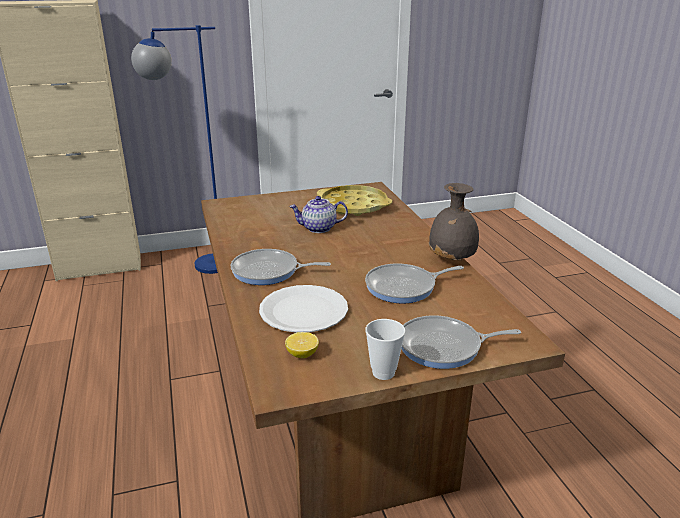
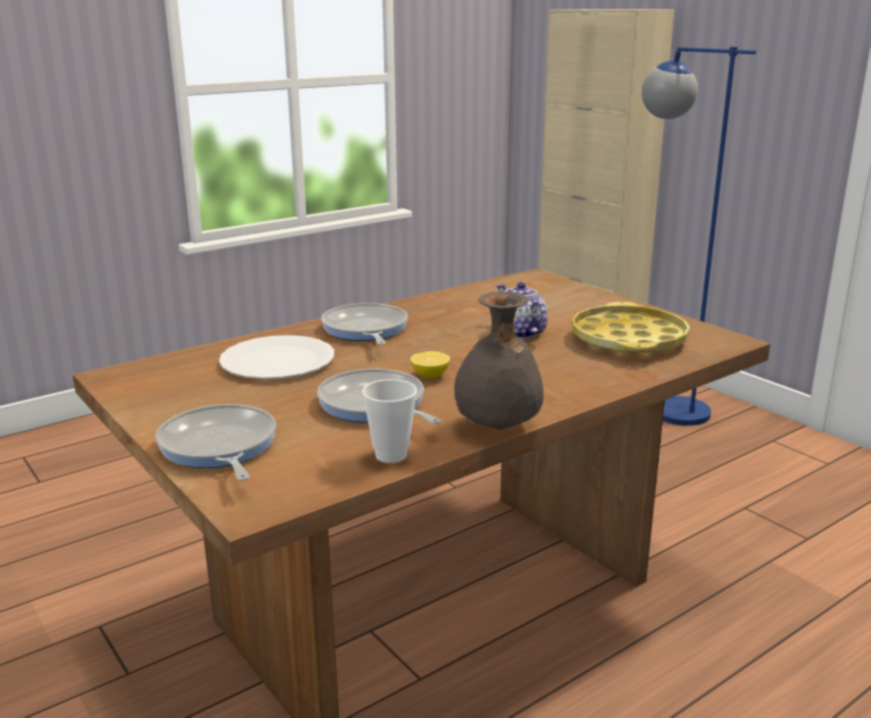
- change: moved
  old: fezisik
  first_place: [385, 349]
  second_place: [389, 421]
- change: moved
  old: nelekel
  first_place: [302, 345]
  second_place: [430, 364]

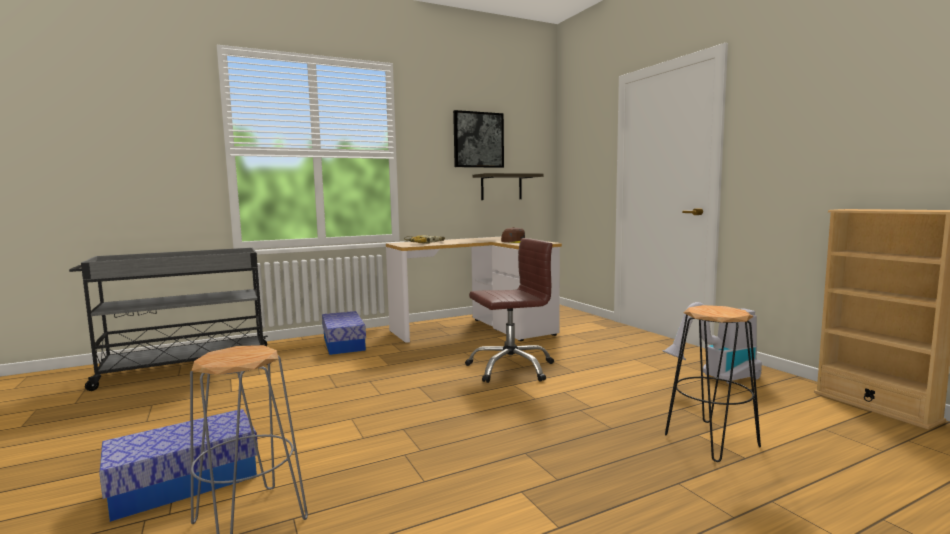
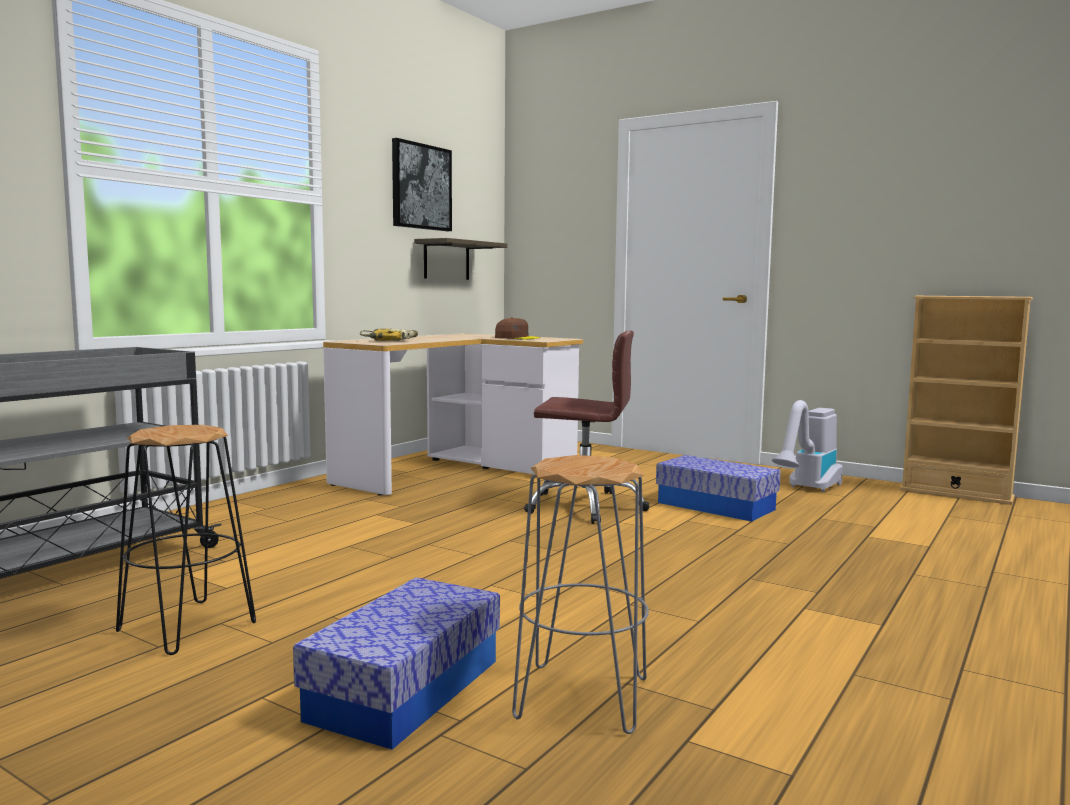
- change: moved
  old: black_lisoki
  first_place: [713, 383]
  second_place: [186, 540]
- change: turned
  old: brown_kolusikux
  first_place: [509, 310]
  second_place: [587, 427]
  degrees: 60
- change: moved
  old: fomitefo
  first_place: [344, 333]
  second_place: [718, 488]

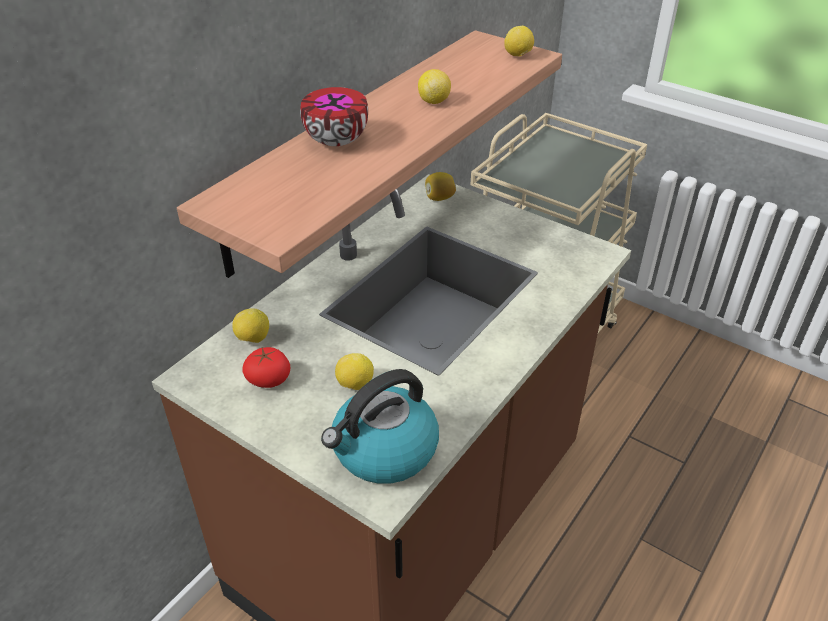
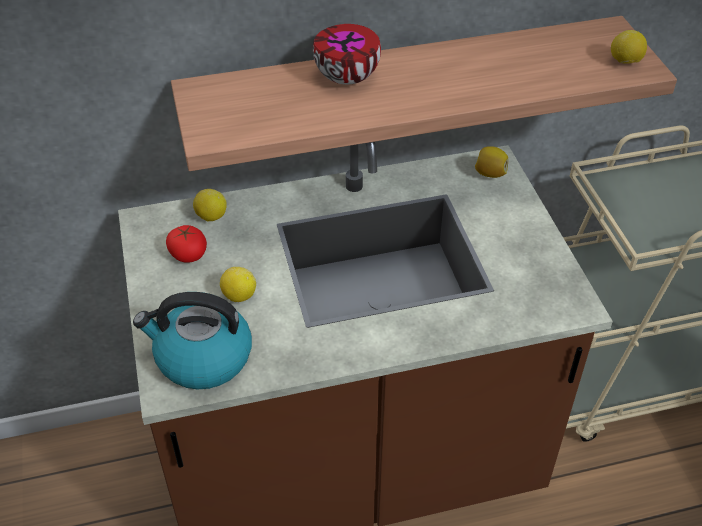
- change: removed
  old: nelekel
  first_place: [434, 86]

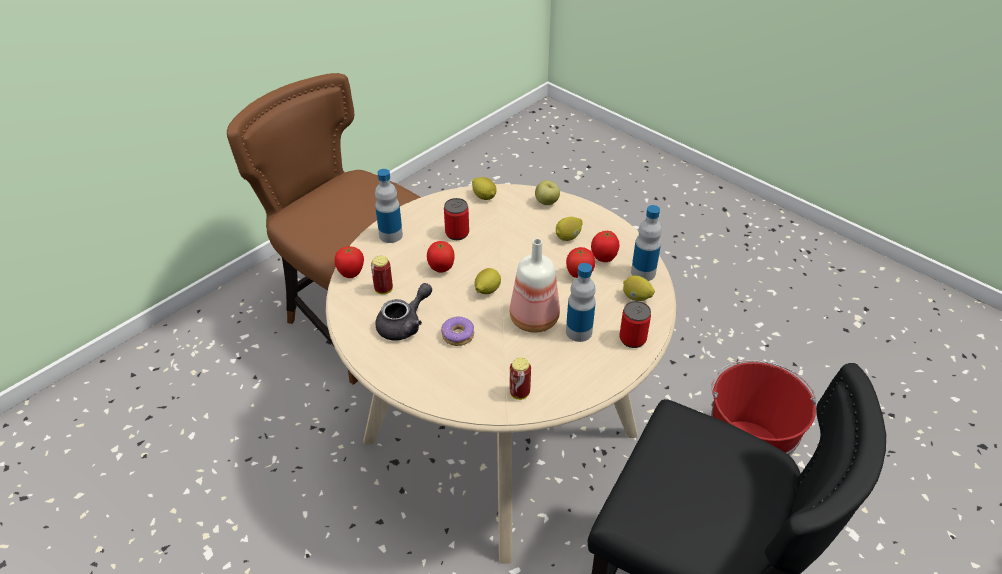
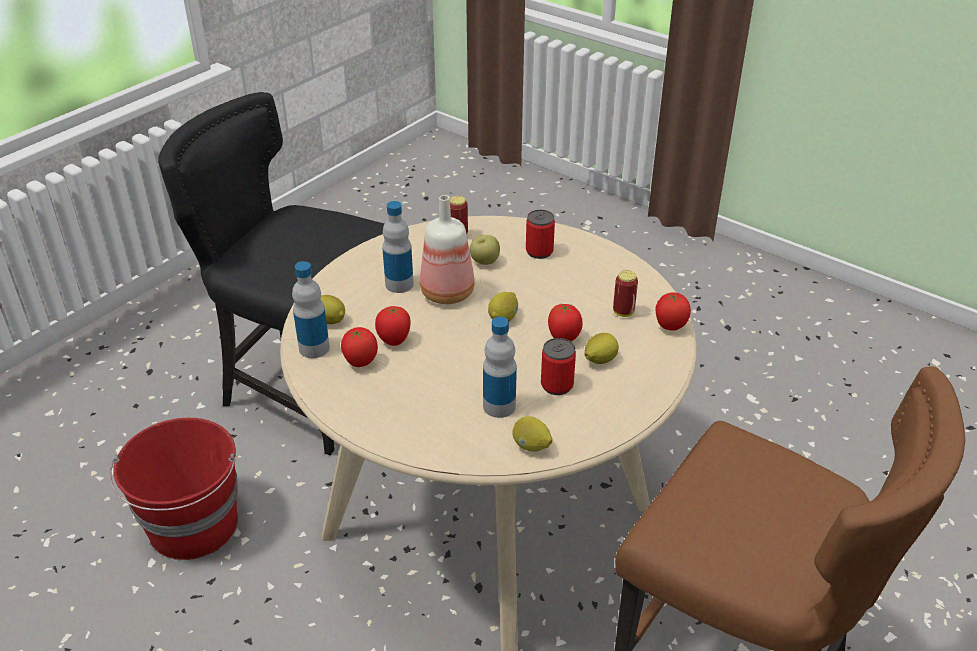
- change: moved
  old: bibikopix
  first_place: [547, 192]
  second_place: [484, 250]
- change: moved
  old: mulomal
  first_place: [389, 206]
  second_place: [500, 367]
- change: moved
  old: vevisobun
  first_place: [635, 324]
  second_place: [540, 234]
- change: moved
  old: nelekel
  first_place: [569, 229]
  second_place: [601, 348]
- change: removed
  old: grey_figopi
  first_place: [403, 312]
- change: removed
  old: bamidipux
  first_place: [457, 331]

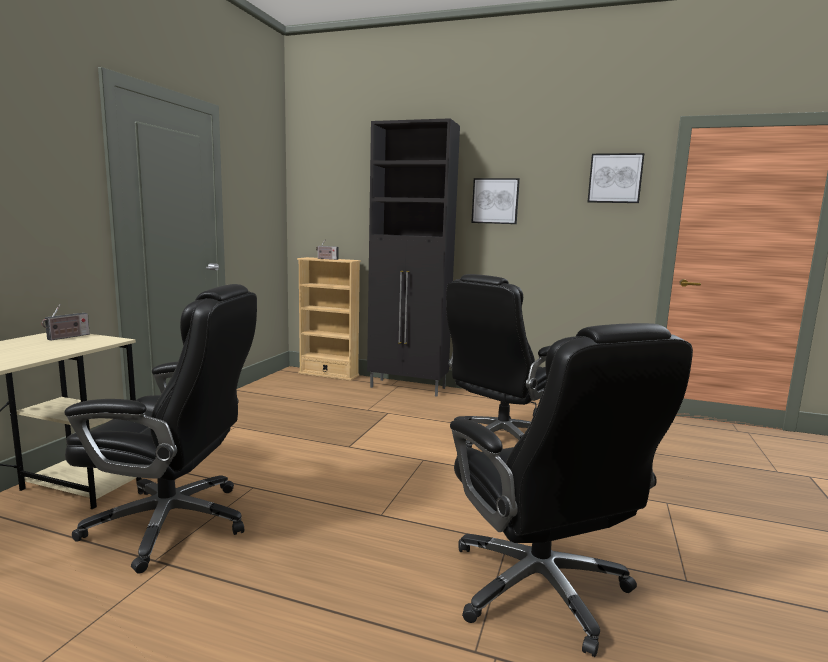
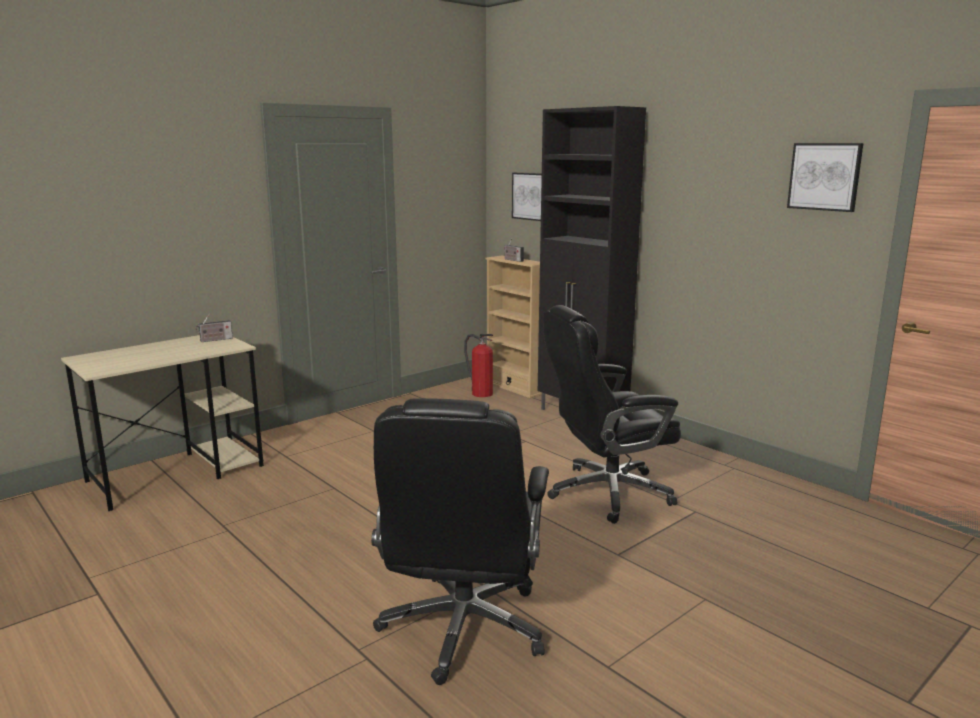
- change: added
  new: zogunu
  second_place: [478, 365]
- change: moved
  old: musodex
  first_place: [495, 201]
  second_place: [527, 197]
- change: removed
  old: black_kolusikux
  first_place: [160, 429]

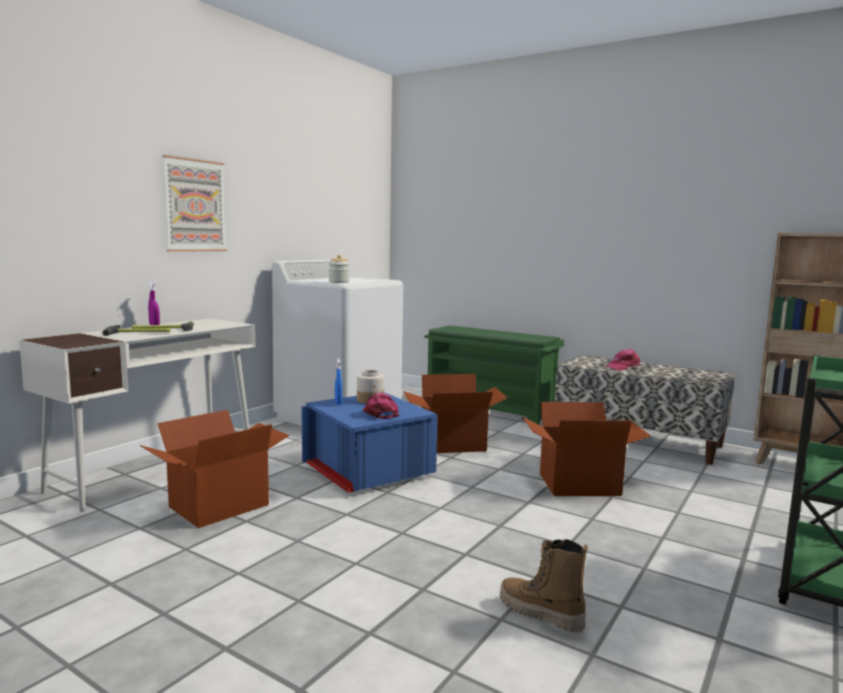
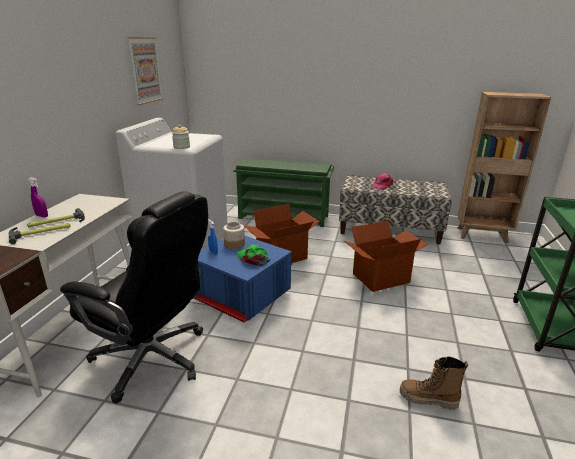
- change: replaced
  old: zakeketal
  new: black_kolusikux
  first_place: [214, 469]
  second_place: [134, 297]
- change: moved
  old: musodex
  first_place: [194, 203]
  second_place: [145, 71]
- change: recoloured
  old: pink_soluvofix
  new: green_soluvofix
  first_place: [380, 406]
  second_place: [253, 255]

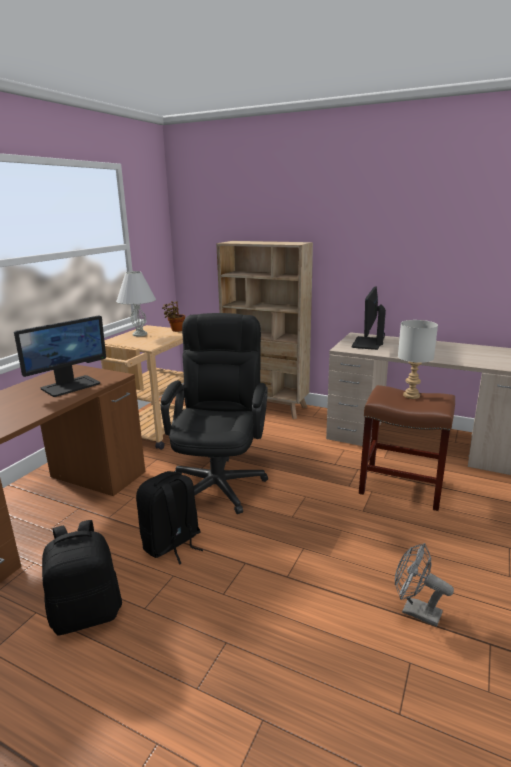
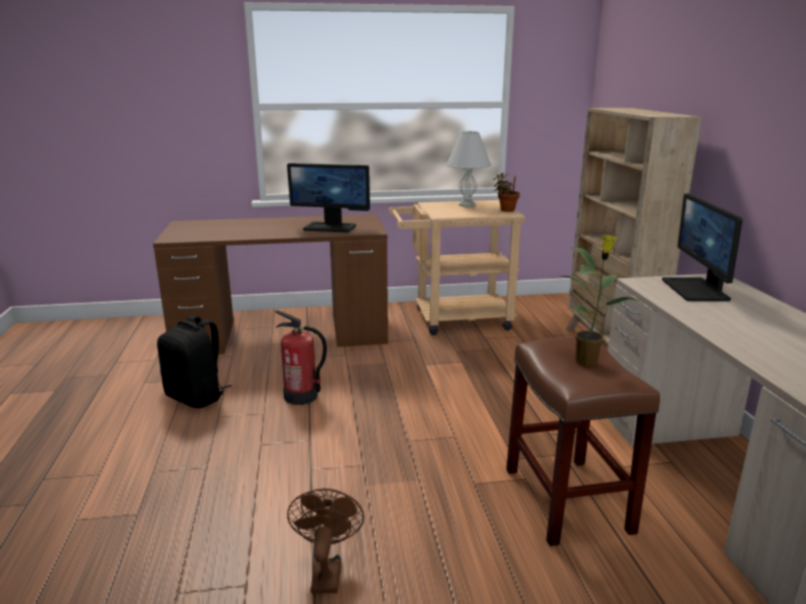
- change: replaced
  old: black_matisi
  new: zogunu
  first_place: [169, 518]
  second_place: [301, 357]
- change: recoloured
  old: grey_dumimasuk
  new: brown_dumimasuk
  first_place: [424, 585]
  second_place: [325, 541]
- change: replaced
  old: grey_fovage
  new: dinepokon
  first_place: [418, 359]
  second_place: [600, 300]
- change: turned
  old: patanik
  first_place: [369, 318]
  second_place: [702, 247]
  degrees: -75
- change: removed
  old: black_kolusikux
  first_place: [214, 413]

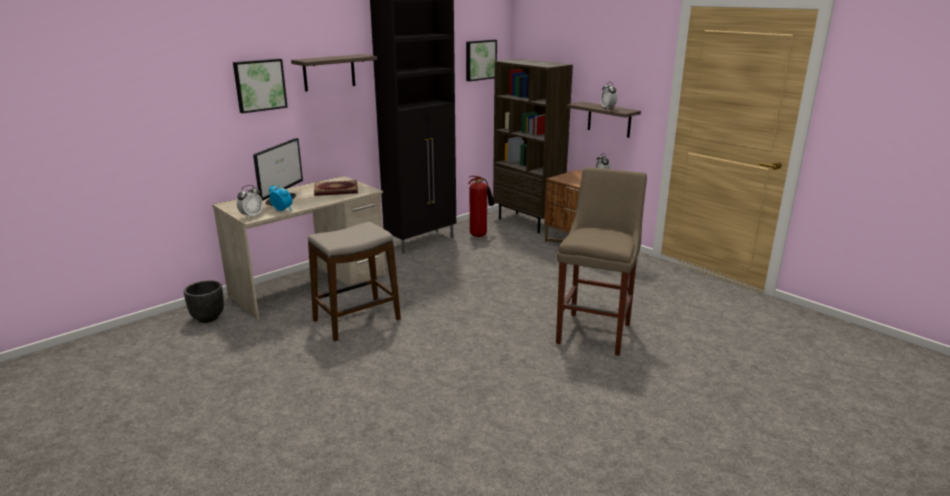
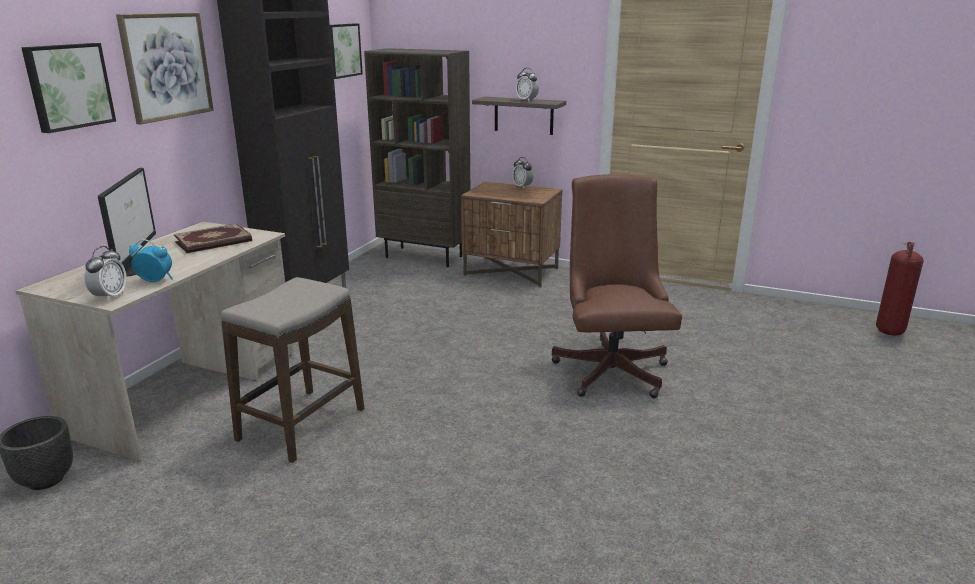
- change: replaced
  old: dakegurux
  new: musodex
  first_place: [334, 73]
  second_place: [165, 68]
- change: replaced
  old: beige_lisoki
  new: brown_kolusikux
  first_place: [601, 261]
  second_place: [617, 286]
- change: moved
  old: zogunu
  first_place: [481, 206]
  second_place: [899, 289]

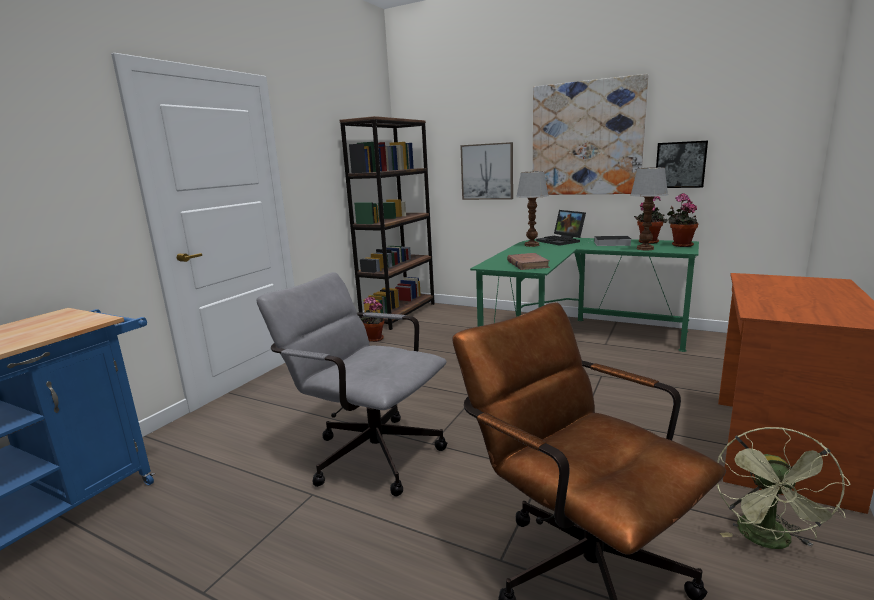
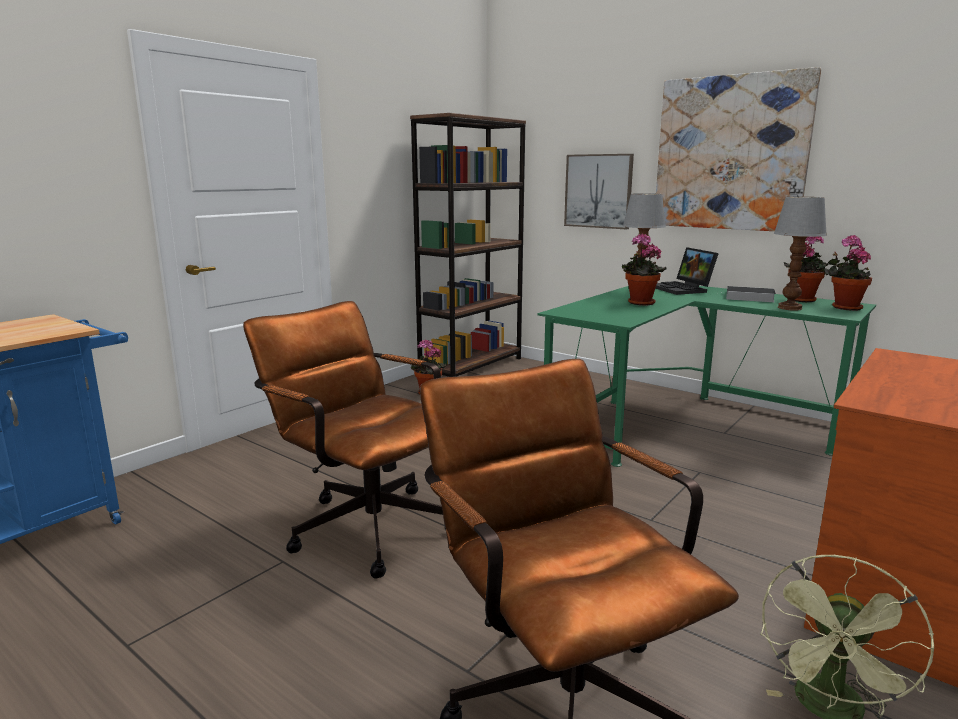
- change: recoloured
  old: grey_kolusikux
  new: brown_kolusikux
  first_place: [351, 384]
  second_place: [344, 440]
- change: added
  new: dinepokon
  second_place: [643, 269]
- change: removed
  old: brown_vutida
  first_place: [528, 261]
- change: removed
  old: musodex
  first_place: [682, 164]

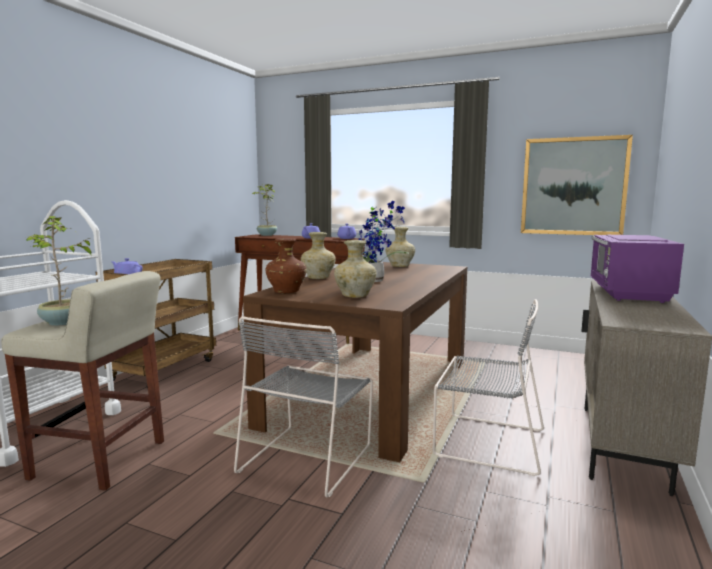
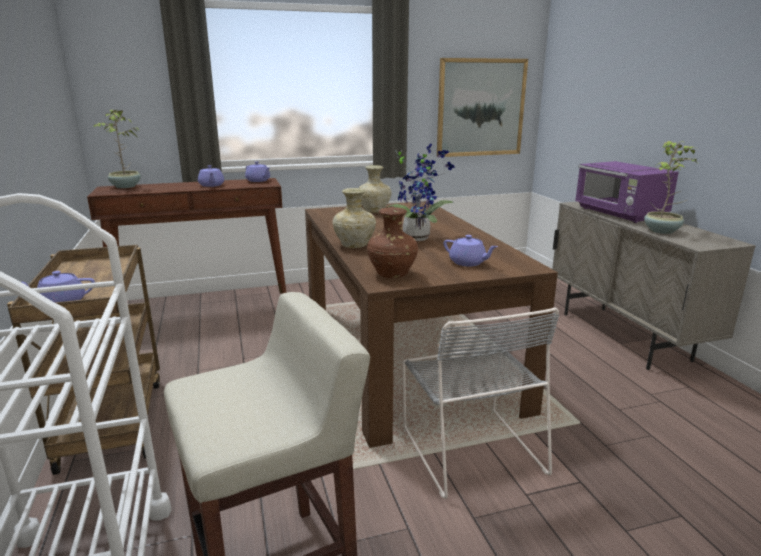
- change: replaced
  old: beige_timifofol
  new: purple_figopi
  first_place: [355, 269]
  second_place: [471, 250]
- change: moved
  old: dinepokon
  first_place: [60, 271]
  second_place: [671, 187]
- change: removed
  old: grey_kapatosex
  first_place: [488, 387]

